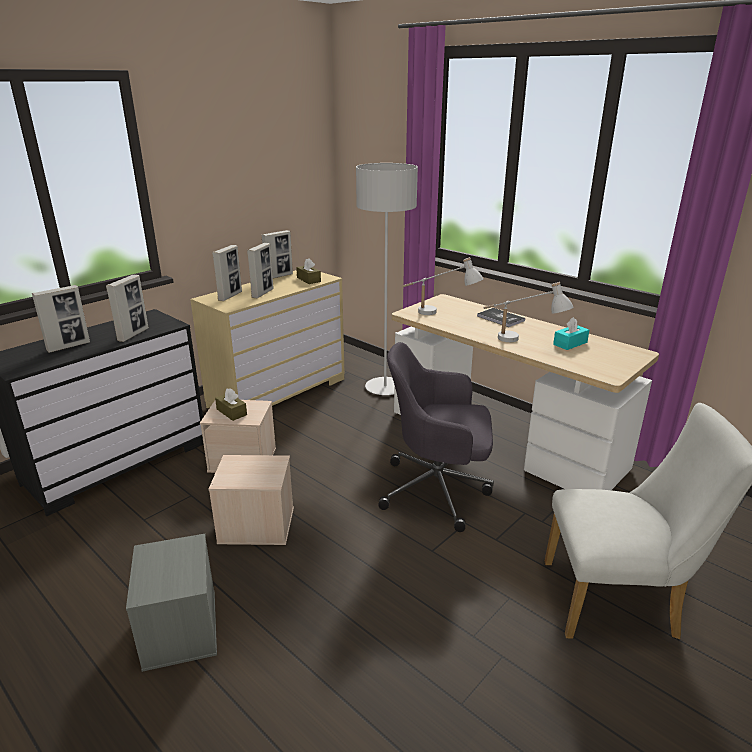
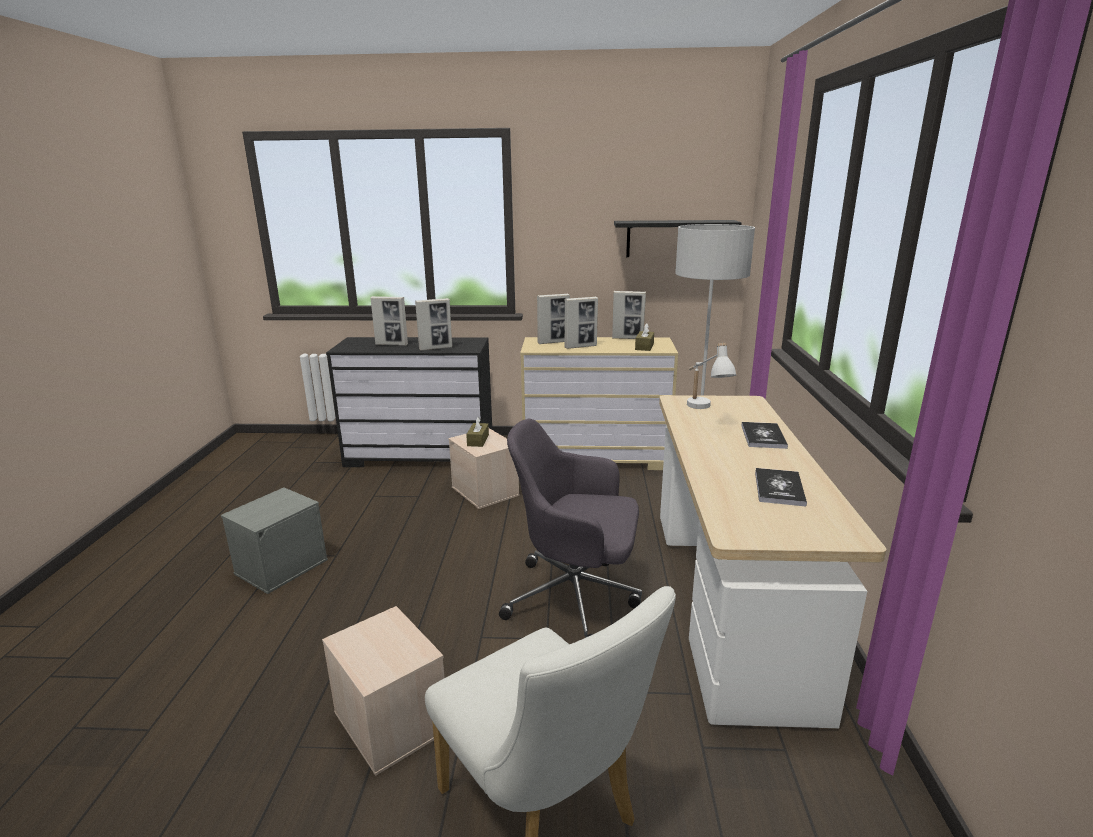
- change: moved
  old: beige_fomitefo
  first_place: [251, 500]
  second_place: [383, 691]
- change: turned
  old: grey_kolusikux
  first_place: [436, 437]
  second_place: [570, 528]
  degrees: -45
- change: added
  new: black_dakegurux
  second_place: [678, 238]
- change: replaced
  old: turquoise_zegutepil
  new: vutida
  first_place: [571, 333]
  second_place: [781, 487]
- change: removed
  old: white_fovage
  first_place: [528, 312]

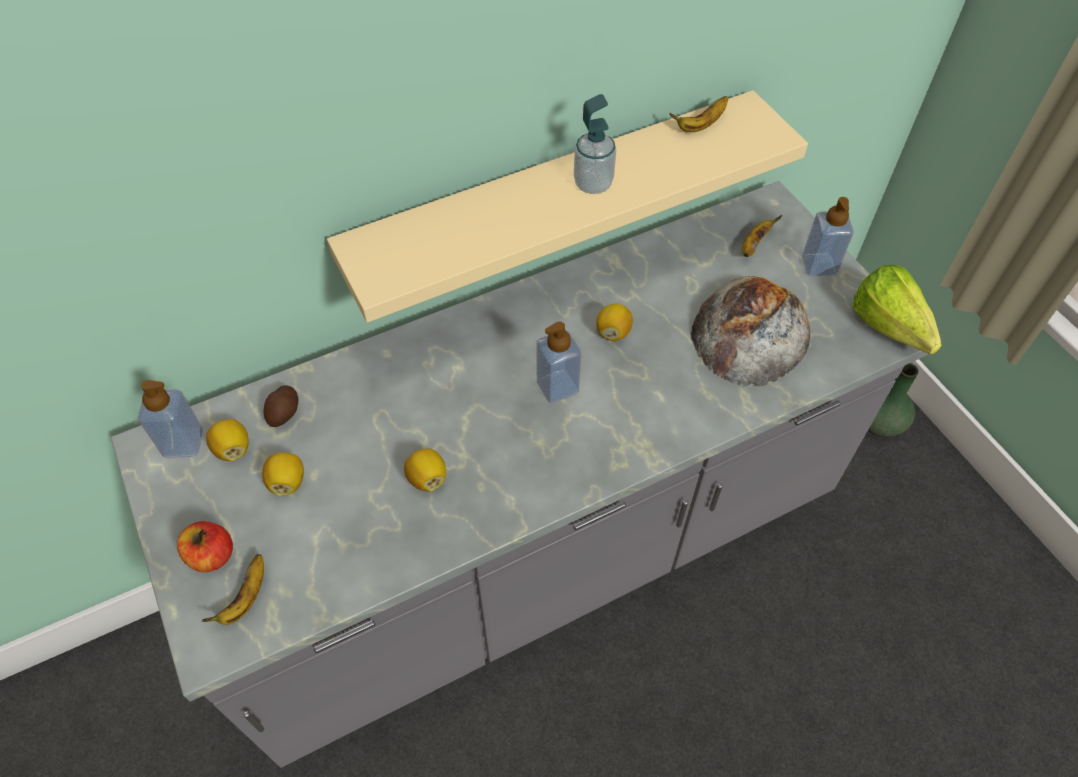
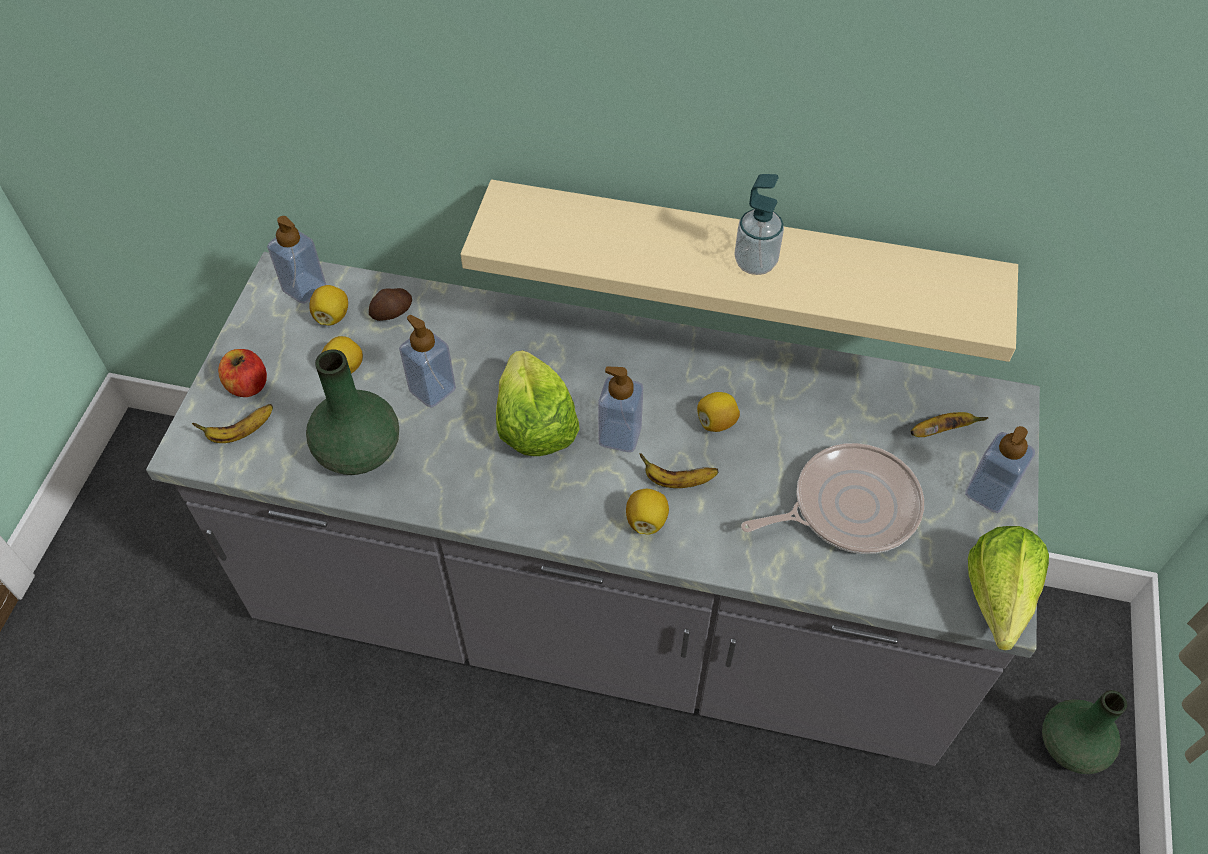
- change: added
  new: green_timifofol
  second_place: [352, 412]
- change: added
  new: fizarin
  second_place: [427, 361]
- change: added
  new: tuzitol
  second_place: [537, 403]
- change: moved
  old: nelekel
  first_place: [425, 469]
  second_place: [647, 512]
- change: moved
  old: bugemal
  first_place: [698, 114]
  second_place: [679, 470]
- change: replaced
  old: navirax
  new: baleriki
  first_place: [750, 331]
  second_place: [832, 498]

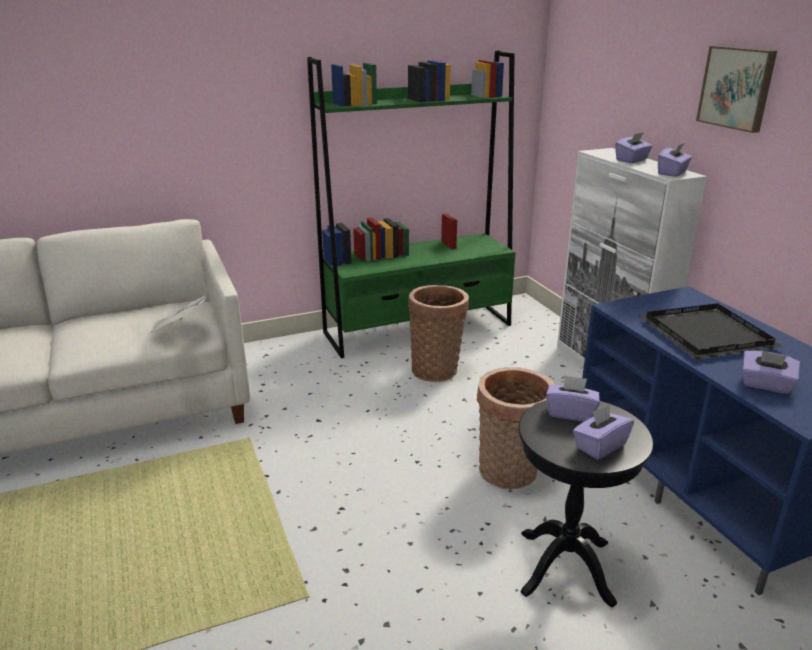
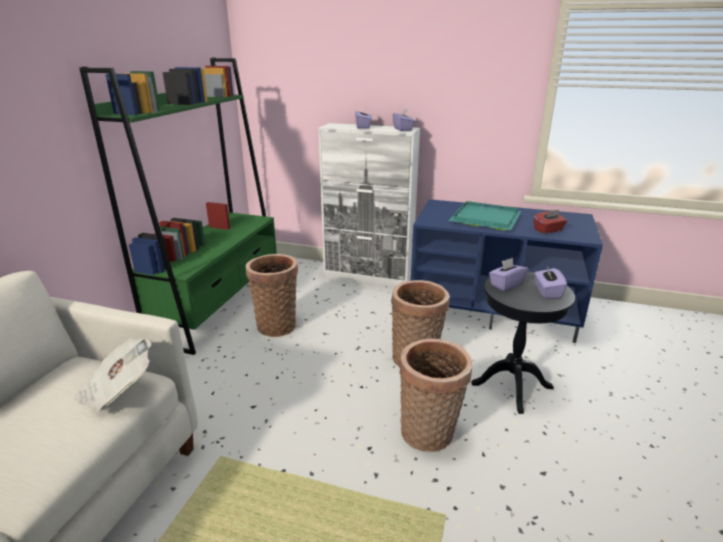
- change: added
  new: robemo
  second_place: [435, 395]
- change: recoloured
  old: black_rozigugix
  new: turquoise_rozigugix
  first_place: [711, 331]
  second_place: [485, 215]
- change: recoloured
  old: purple_zegutepil
  new: red_zegutepil
  first_place: [771, 372]
  second_place: [550, 222]
- change: removed
  old: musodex
  first_place: [736, 89]

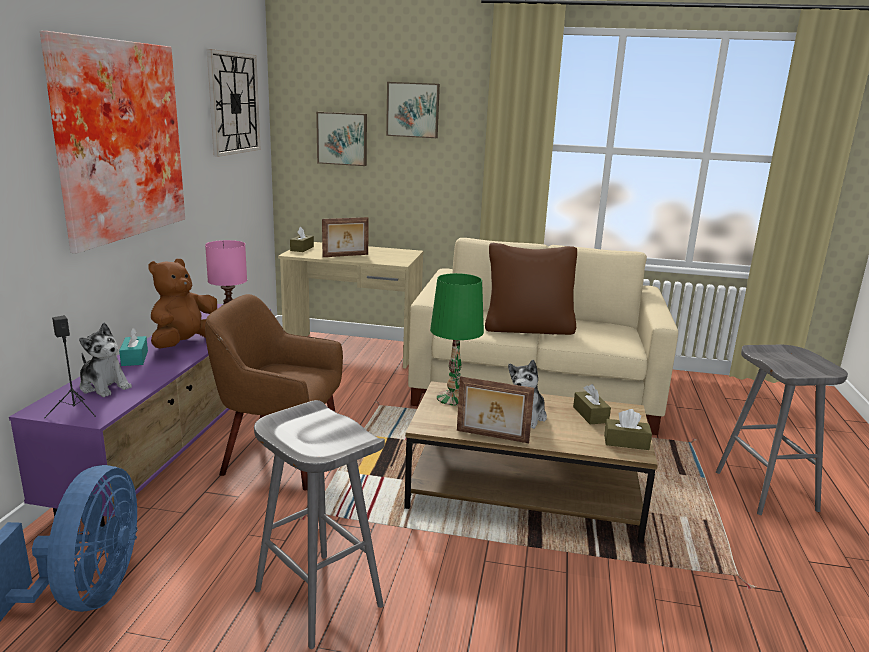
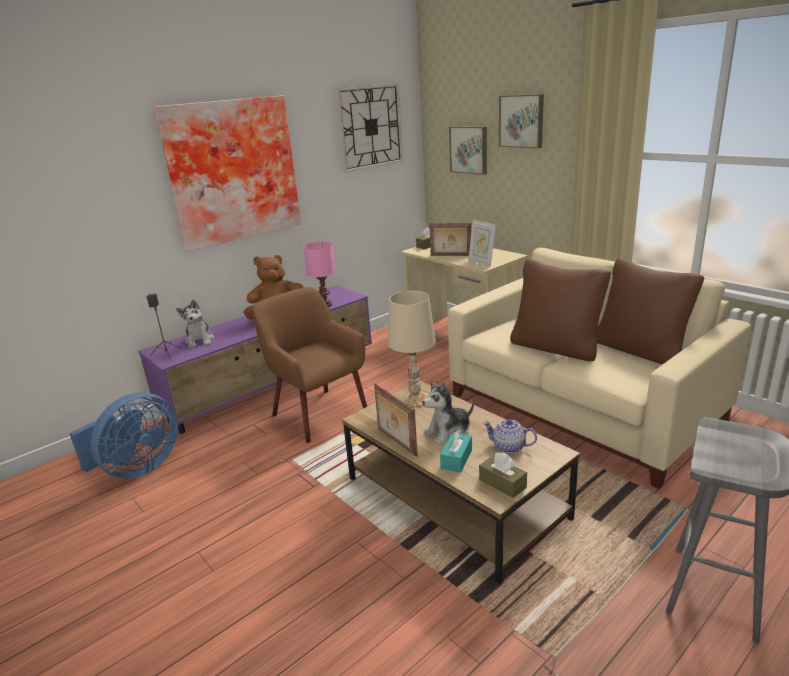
- change: recoloured
  old: green_fovage
  new: beige_fovage
  first_place: [457, 339]
  second_place: [412, 349]
- change: moved
  old: turquoise_zegutepil
  first_place: [133, 347]
  second_place: [456, 451]
- change: added
  new: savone
  second_place: [482, 243]
- change: replaced
  old: brown_zegutepil
  new: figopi
  first_place: [592, 404]
  second_place: [510, 436]
- change: added
  new: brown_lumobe
  second_place: [650, 311]
- change: removed
  old: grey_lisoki
  first_place: [319, 524]

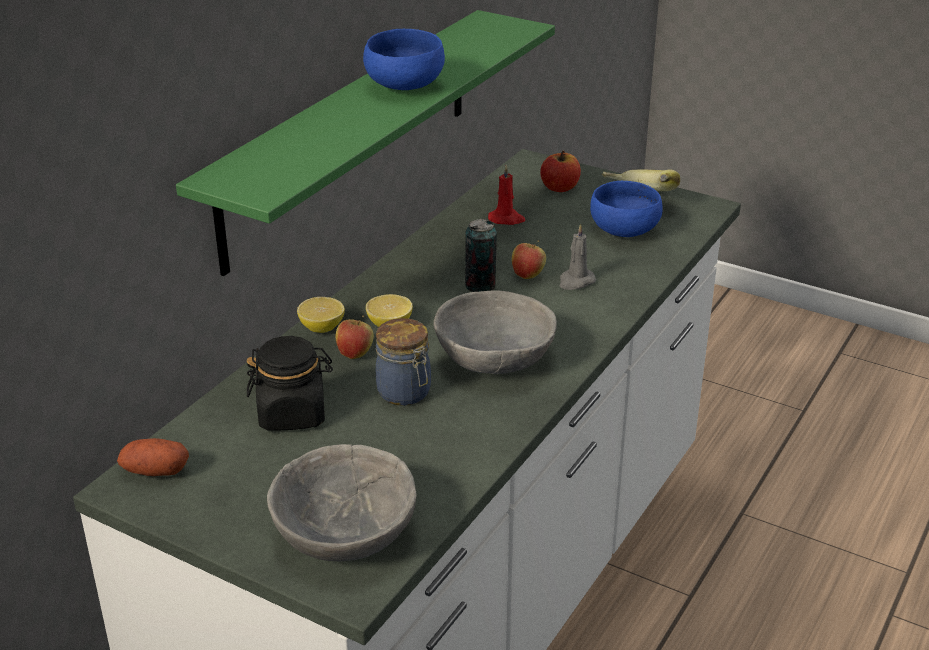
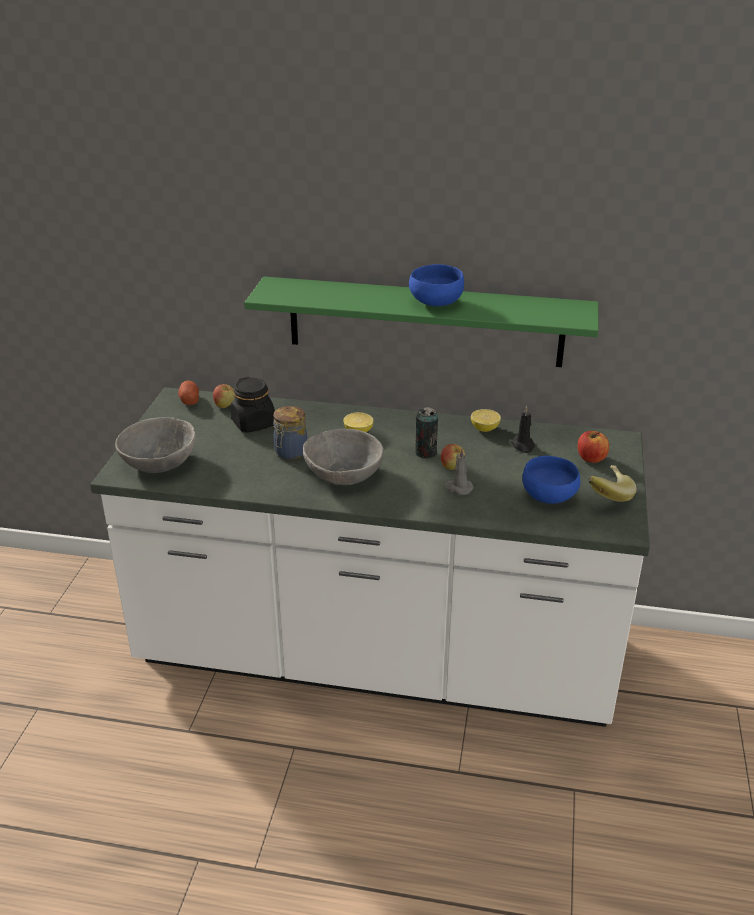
- change: moved
  old: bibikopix
  first_place: [354, 337]
  second_place: [224, 396]
- change: moved
  old: nelekel
  first_place: [321, 315]
  second_place: [486, 420]
- change: recoloured
  old: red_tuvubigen
  new: black_tuvubigen
  first_place: [506, 194]
  second_place: [522, 429]

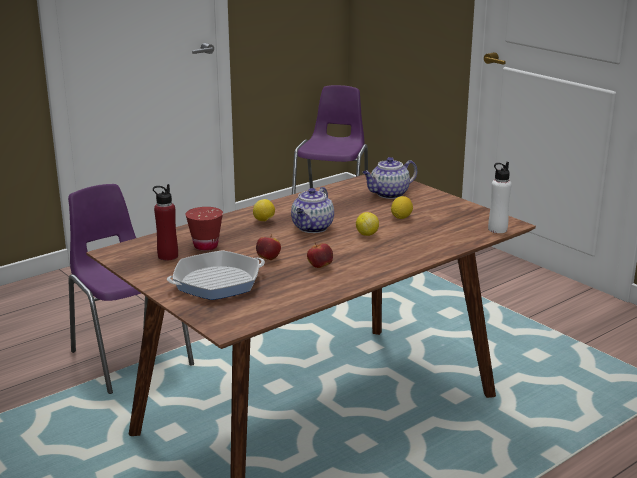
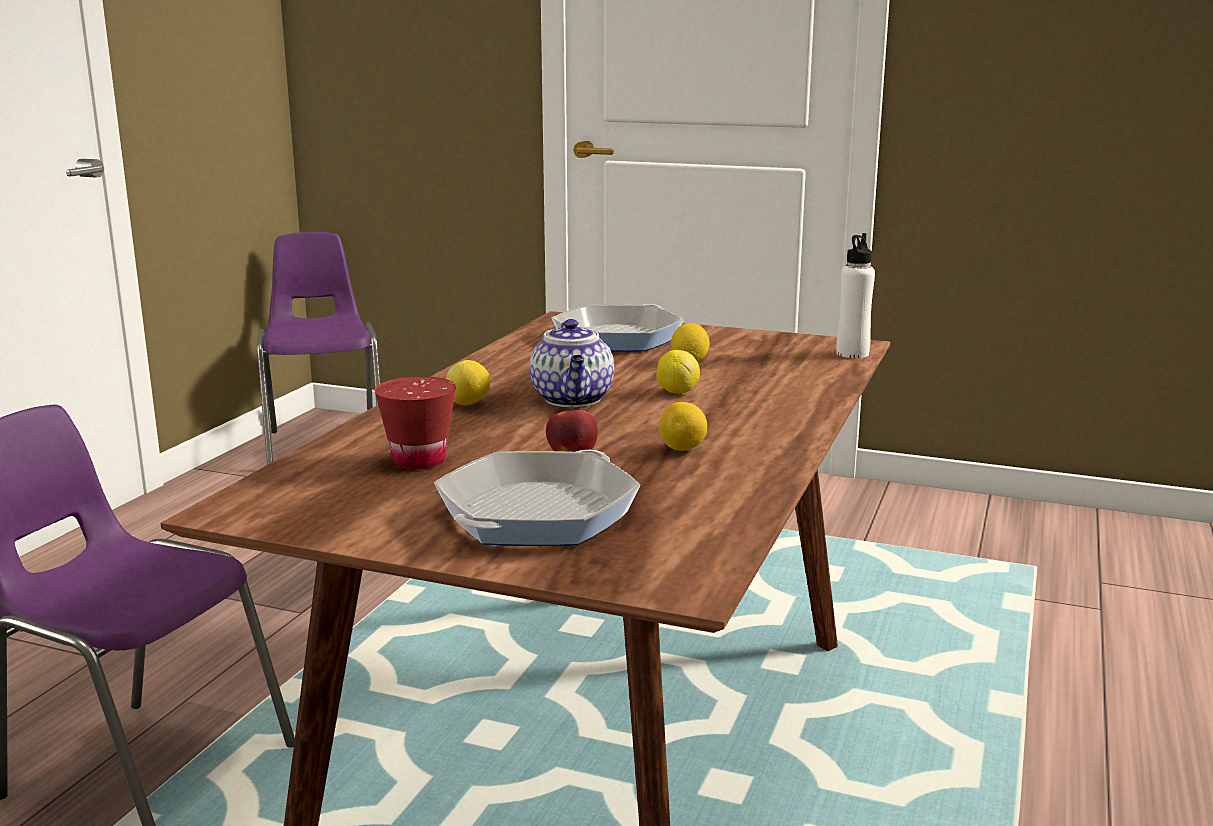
- change: replaced
  old: figopi
  new: baleriki
  first_place: [389, 178]
  second_place: [618, 328]
- change: replaced
  old: bibikopix
  new: nelekel
  first_place: [320, 255]
  second_place: [683, 426]
- change: removed
  old: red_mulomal
  first_place: [165, 222]

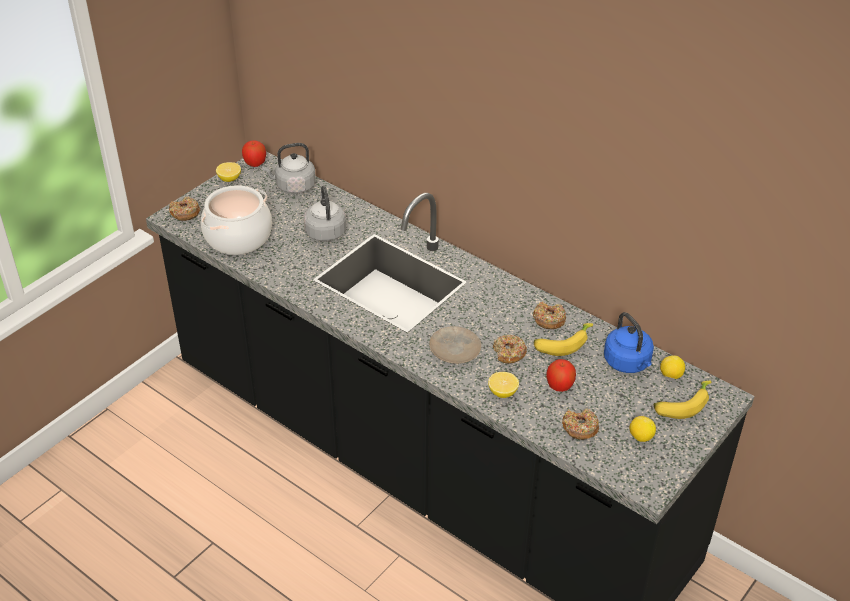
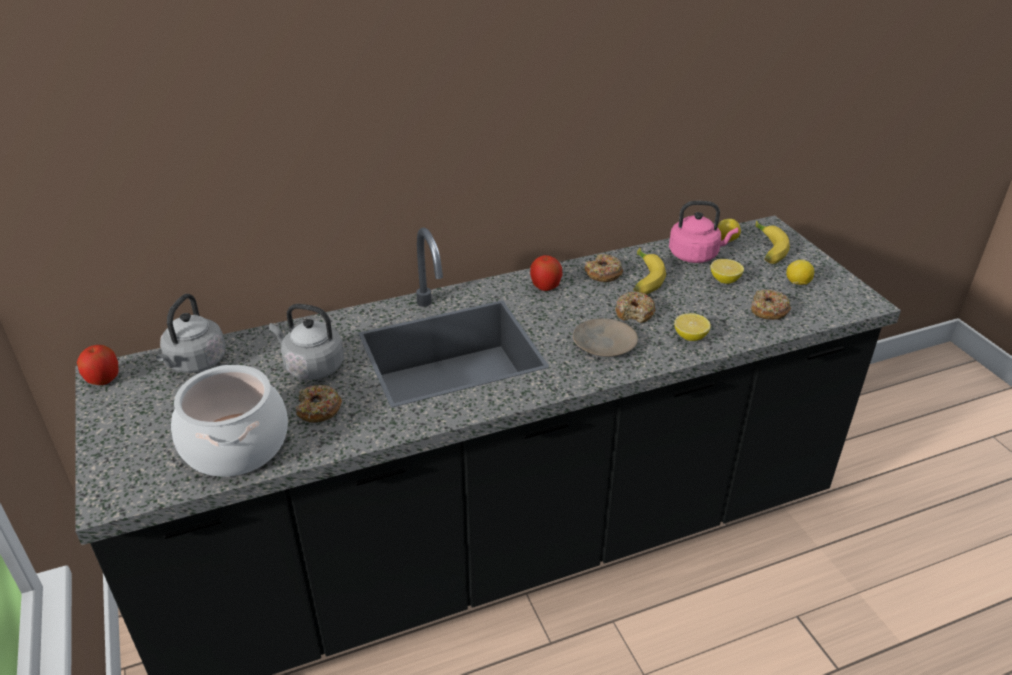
- change: moved
  old: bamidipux
  first_place: [184, 209]
  second_place: [319, 404]
- change: moved
  old: bibikopix
  first_place: [561, 375]
  second_place: [546, 273]
- change: recoloured
  old: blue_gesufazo
  new: pink_gesufazo
  first_place: [629, 342]
  second_place: [703, 232]
- change: moved
  old: nelekel
  first_place: [228, 172]
  second_place: [727, 271]

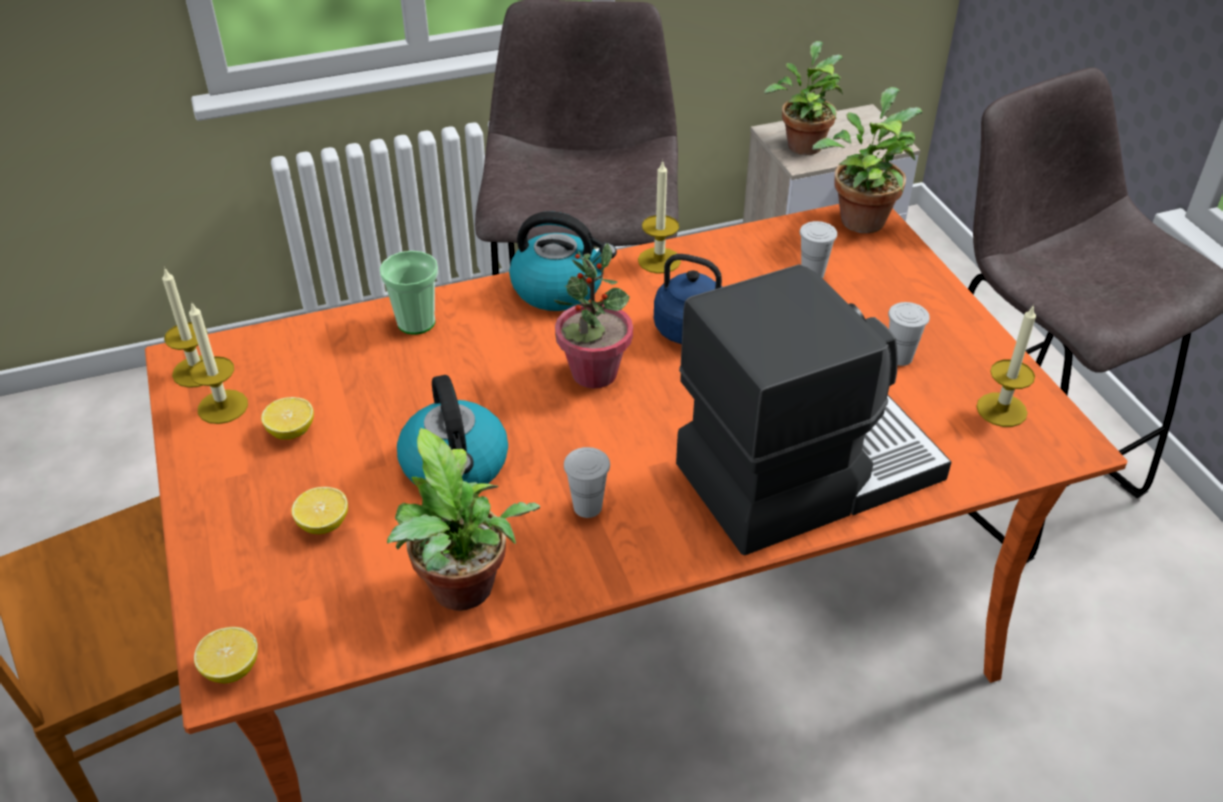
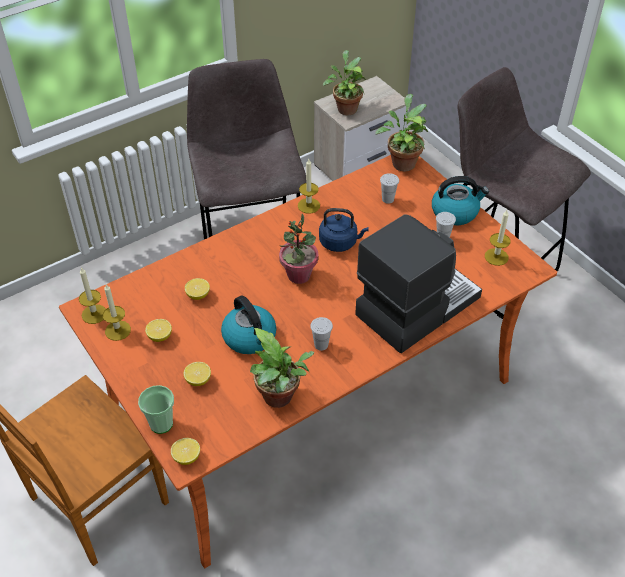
- change: moved
  old: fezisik
  first_place: [409, 293]
  second_place: [156, 409]
- change: added
  new: nelekel
  second_place: [197, 289]
- change: moved
  old: gesufazo
  first_place: [563, 261]
  second_place: [460, 200]

